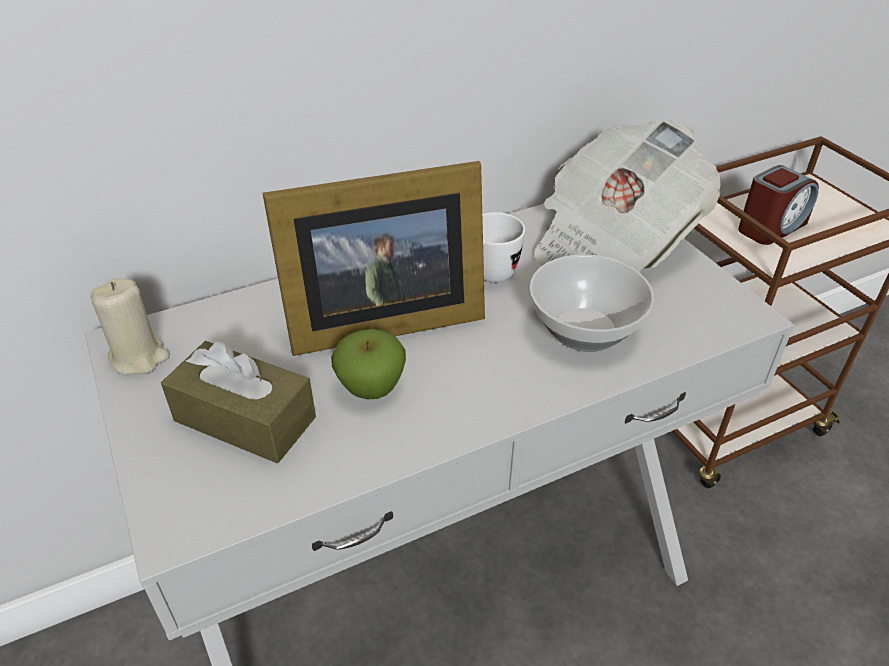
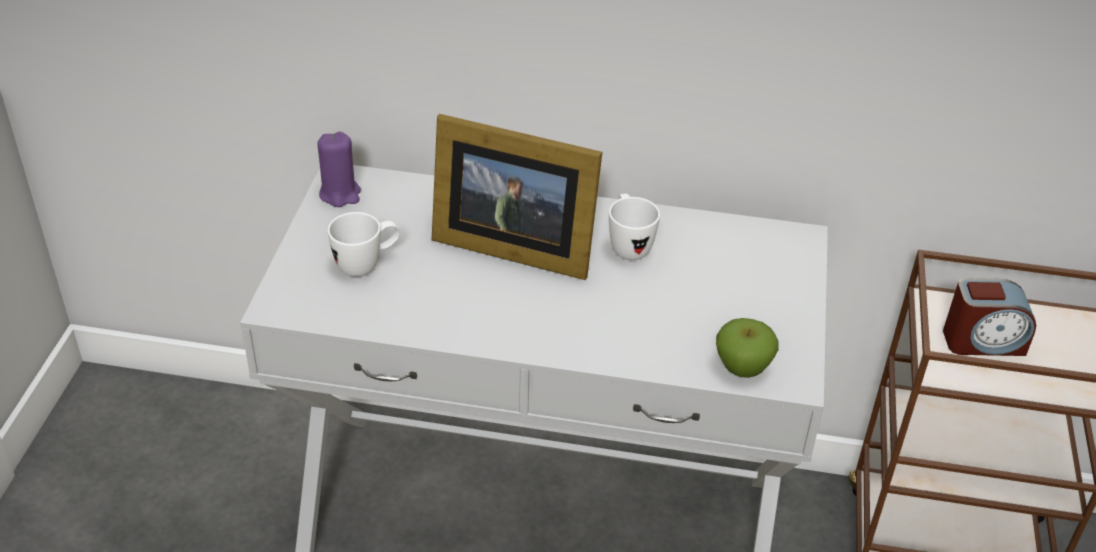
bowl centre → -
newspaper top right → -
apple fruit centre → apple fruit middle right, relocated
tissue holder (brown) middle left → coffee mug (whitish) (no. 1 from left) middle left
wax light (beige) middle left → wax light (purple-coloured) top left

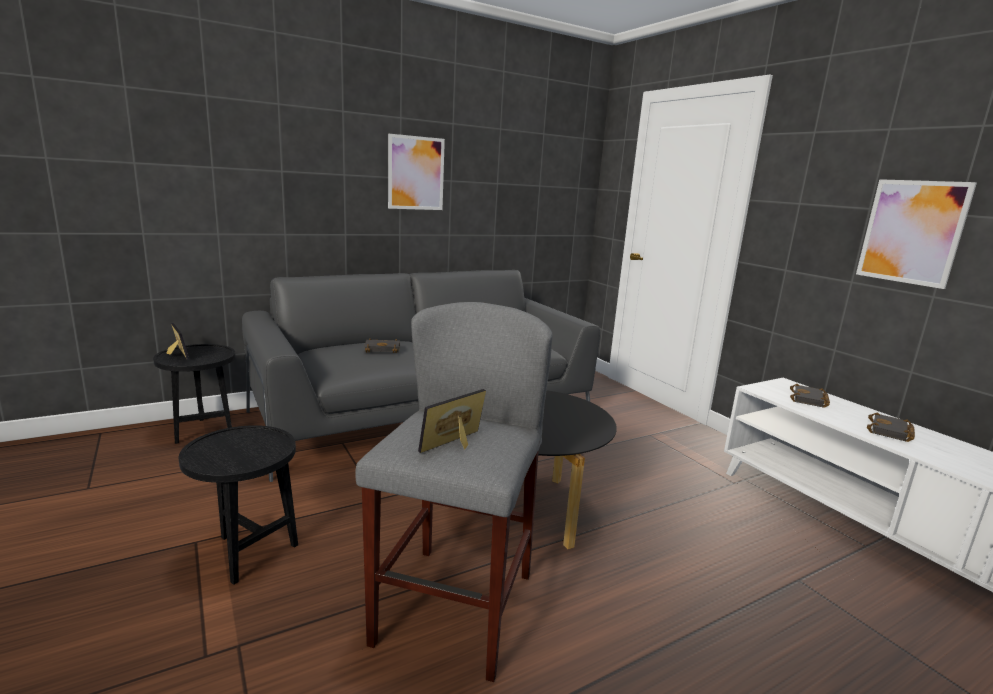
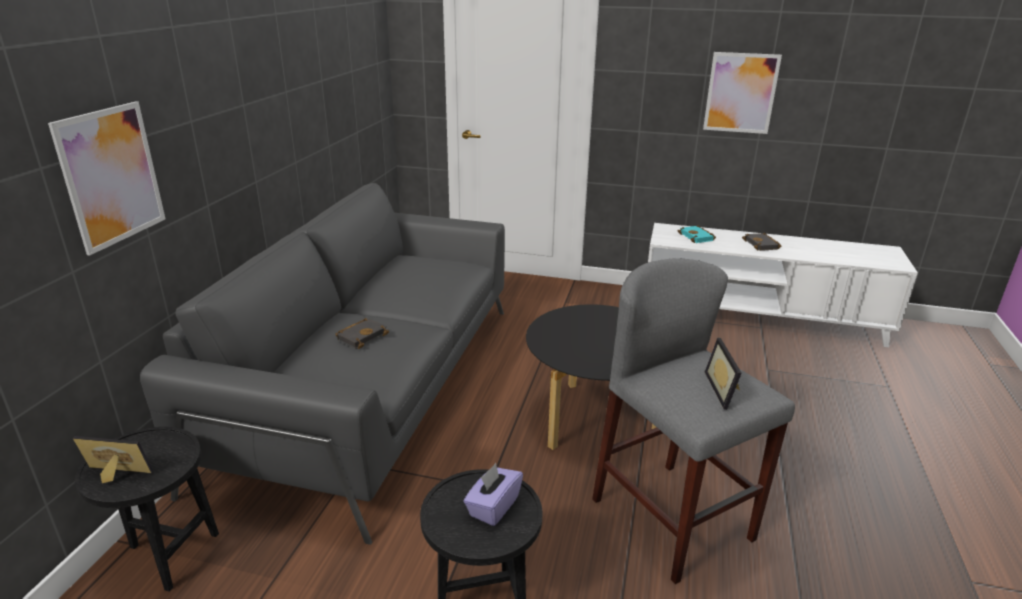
- → tissue holder (purple-coloured) bottom centre
wall picture (no. 1 from left) top centre → wall picture (no. 1 from left) top left, relocated
volume (blackish) (no. 2 from left) middle right → volume (turquoise-coloured) middle right

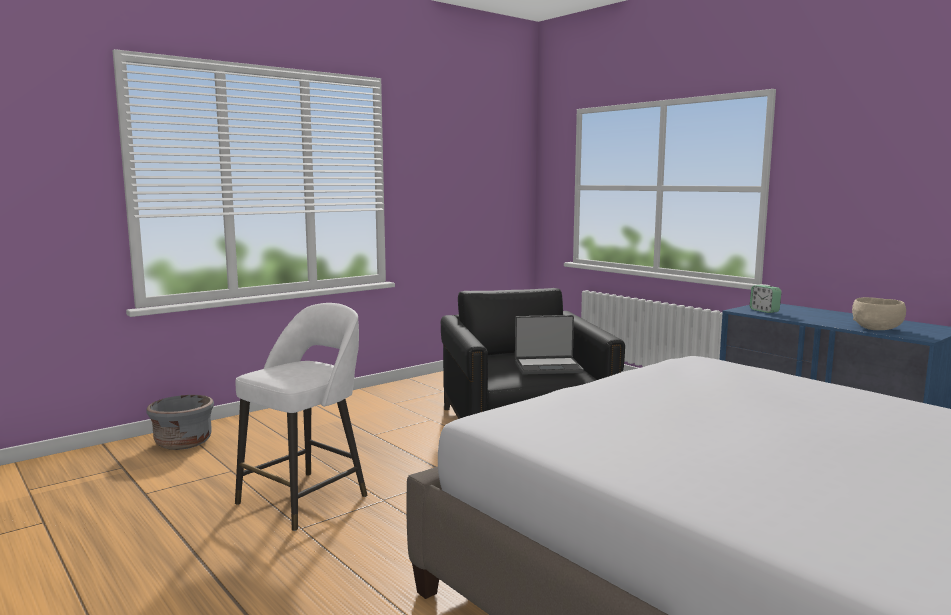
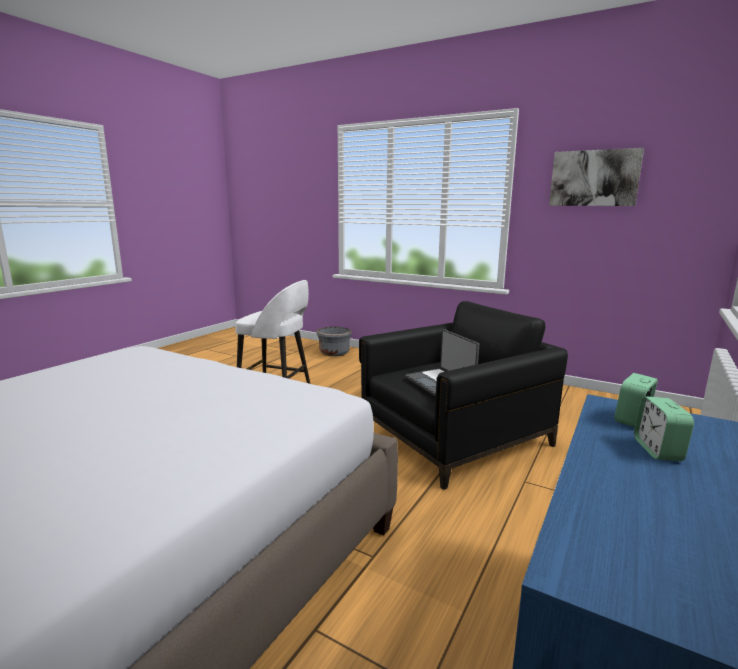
bowl (beige) middle right → -
- → wall picture top right
- → table clock (no. 2 from left) middle right

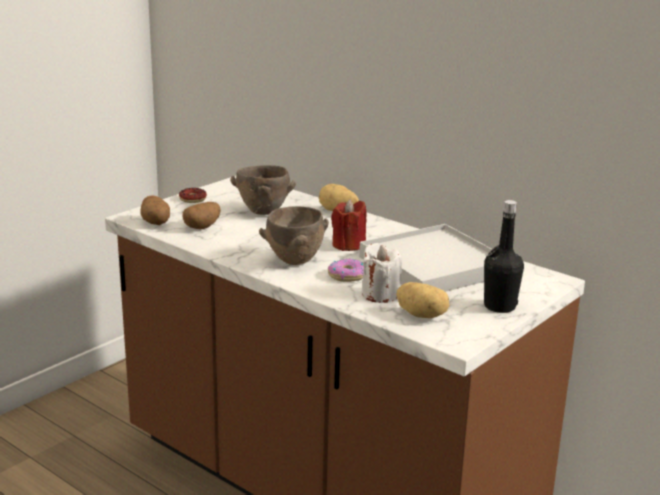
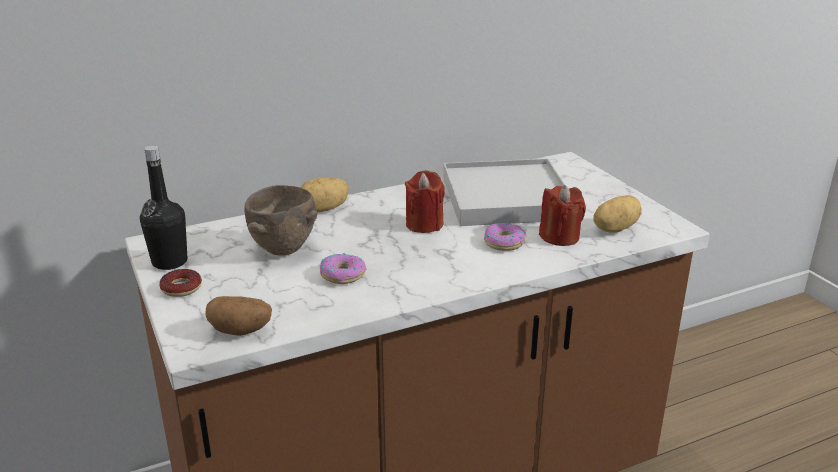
spud (no. 2 from left) middle left → -
bowl (brown) (no. 2 from left) centre → -
- → ring doughnut (no. 2 from left) centre
beverage bottle (blackish) middle right → beverage bottle (blackish) middle left, relocated
wax light (whitish) centre → wax light (red-coloured) (no. 2 from left) middle right

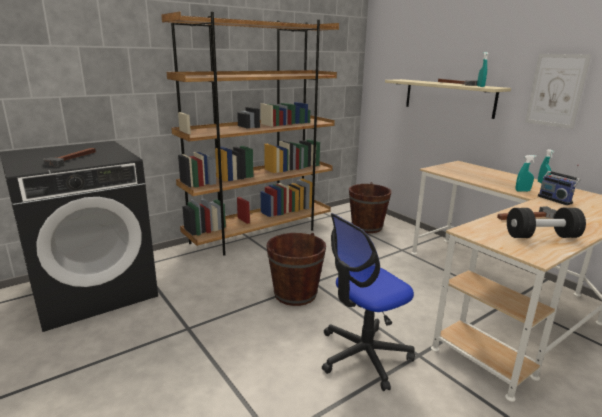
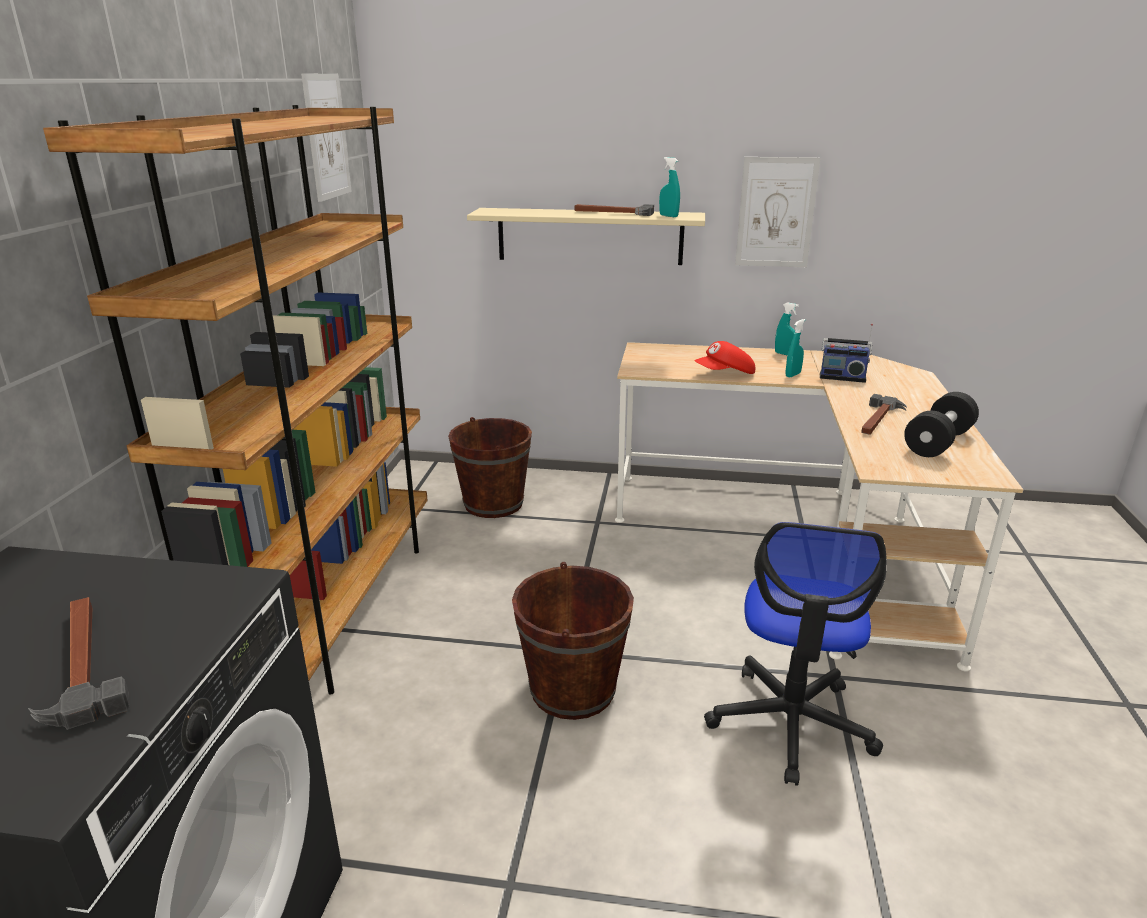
- → wall picture (no. 1 from left) top left
- → cap (red-coloured) centre

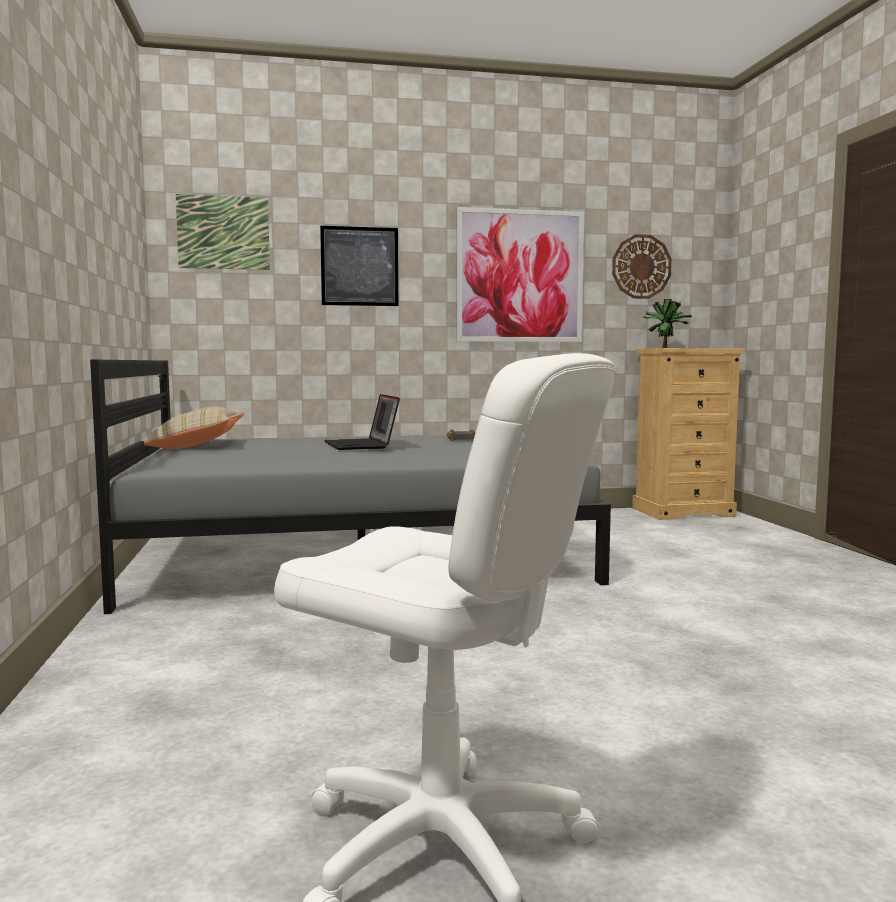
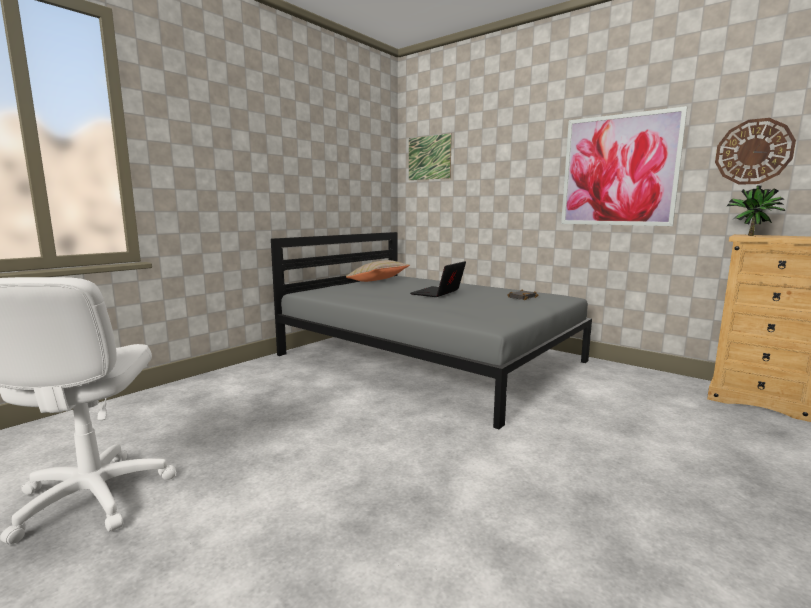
wall picture (no. 2 from left) top centre → -

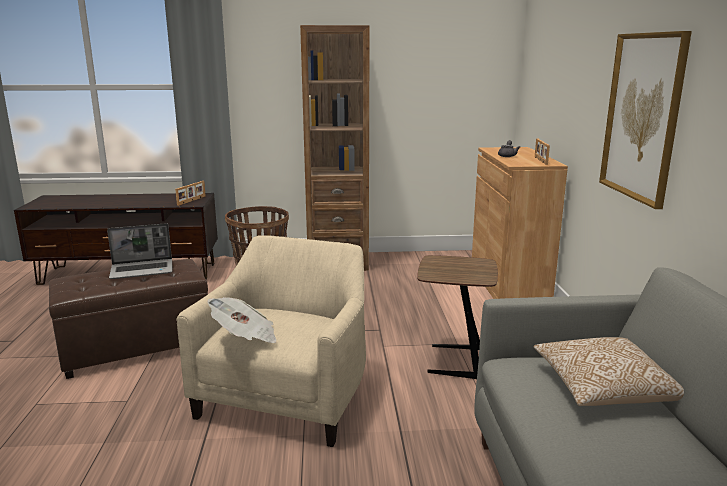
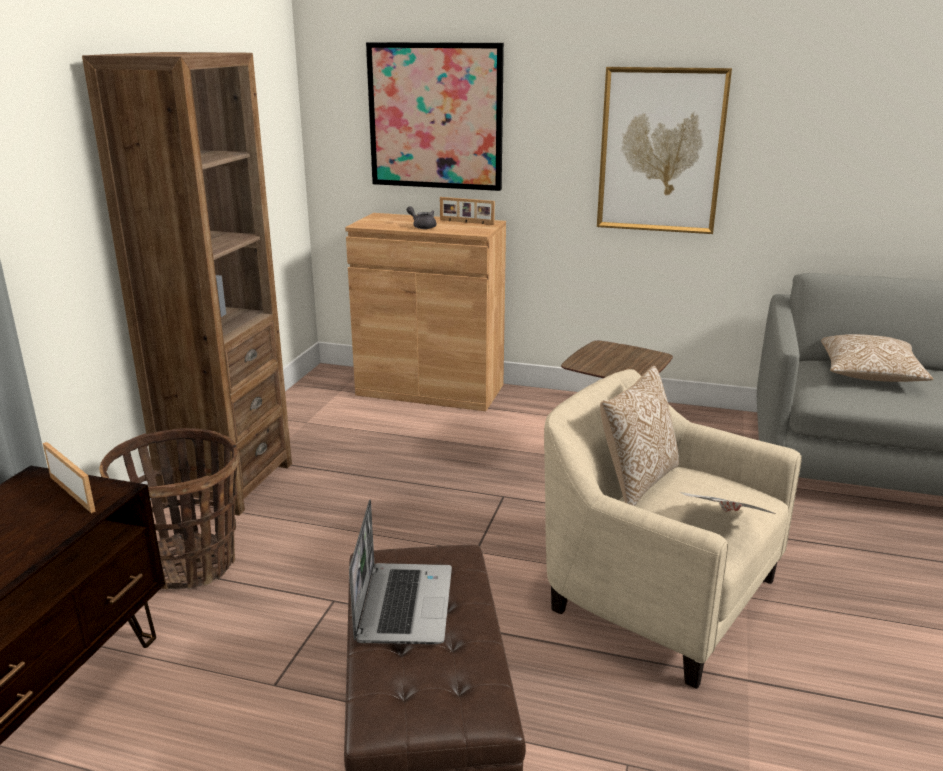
- → wall picture (no. 1 from left) top centre
- → cushion (no. 1 from left) middle right

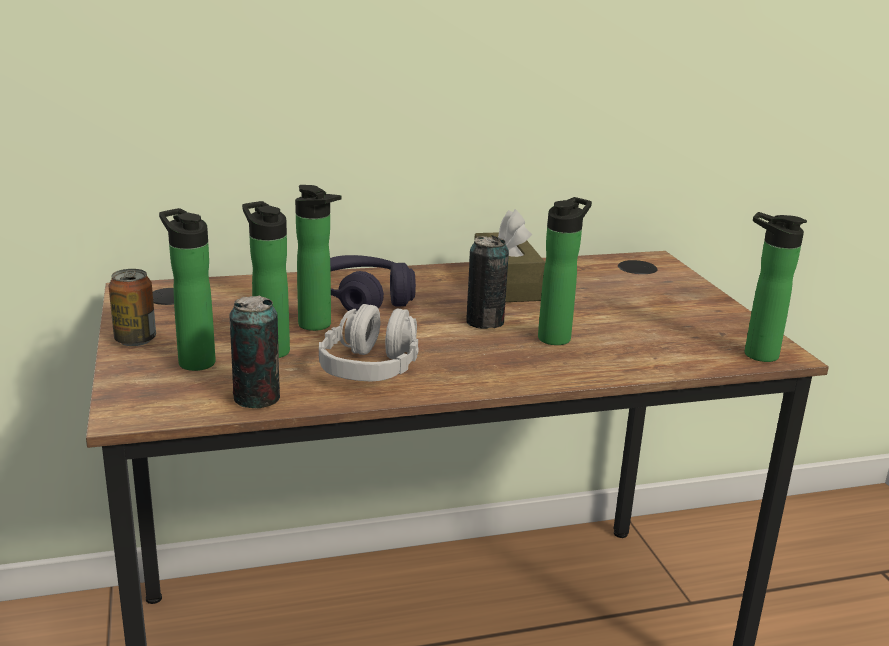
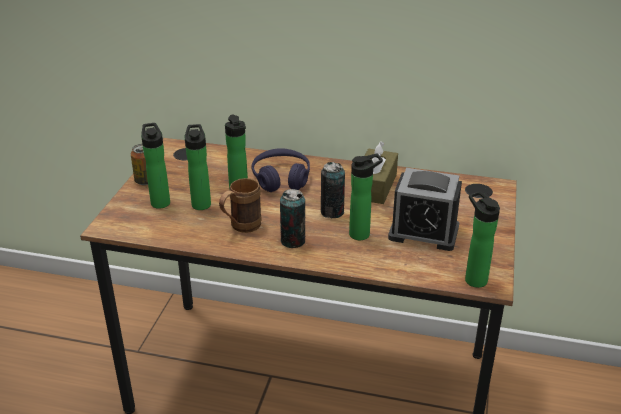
- → table clock middle right
sealed can (no. 2 from left) middle left → sealed can (no. 2 from left) centre, relocated
headphones (grey) centre → coffee mug (brown) centre

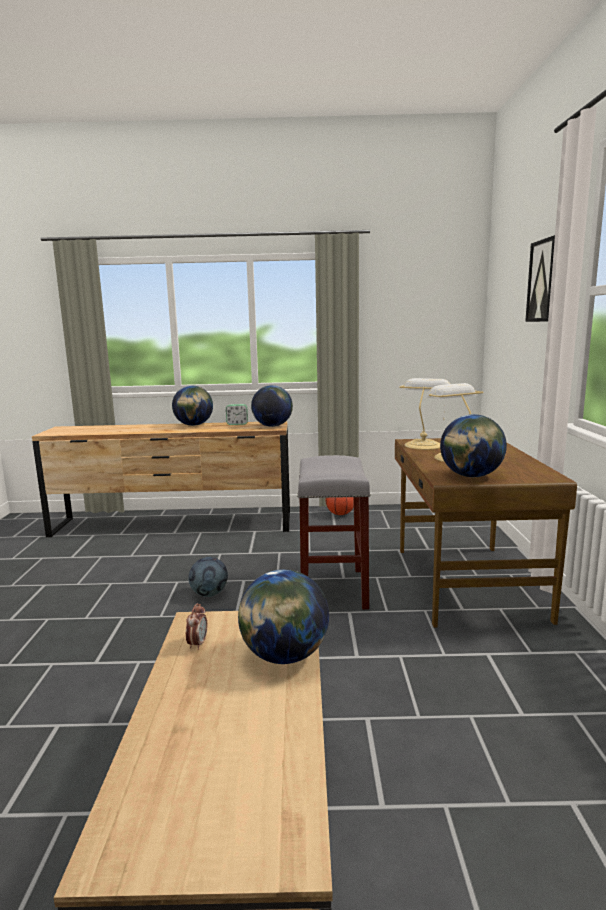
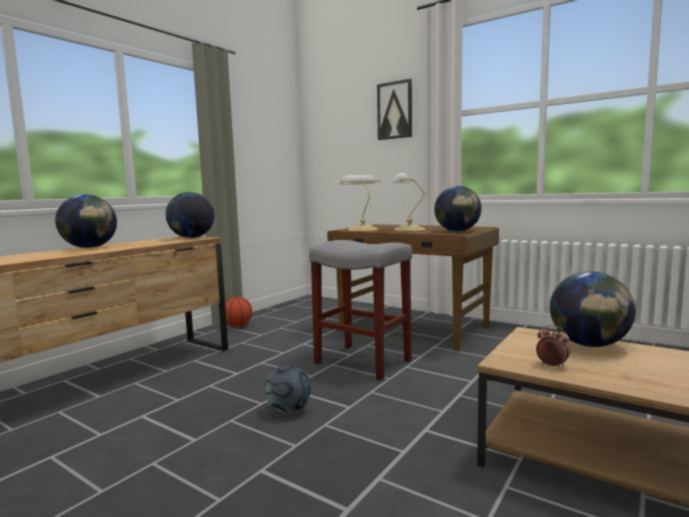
table clock (no. 2 from left) centre → -

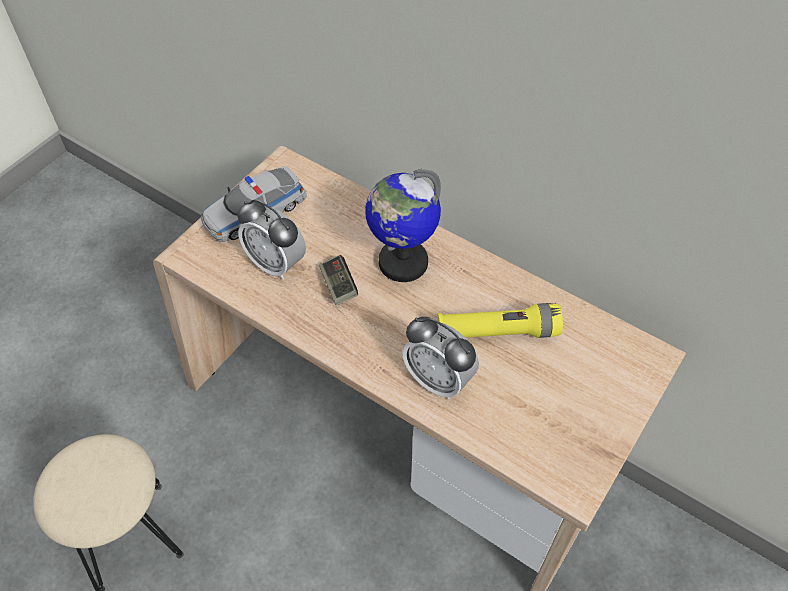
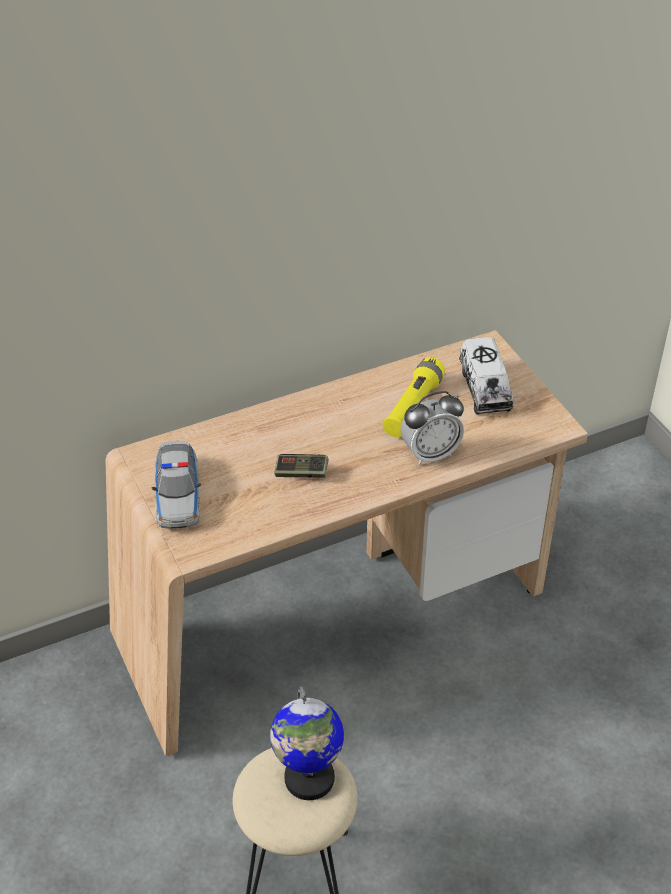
table clock (no. 1 from left) centre → -
- → model truck middle right
world globe centre → world globe bottom centre, relocated

